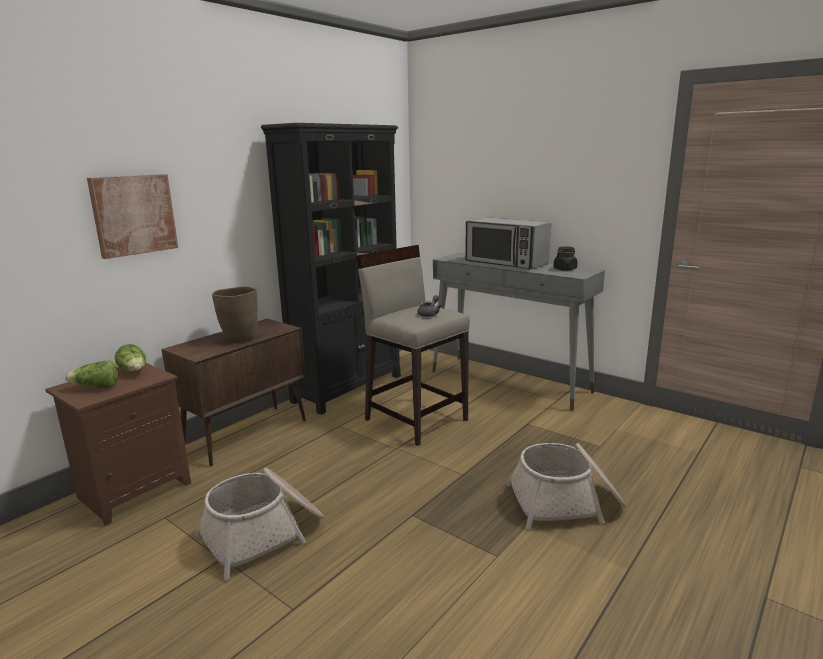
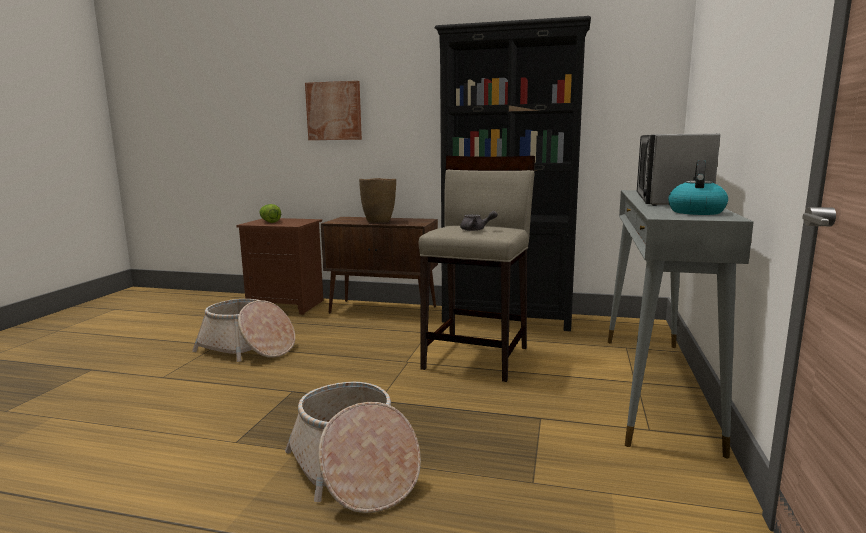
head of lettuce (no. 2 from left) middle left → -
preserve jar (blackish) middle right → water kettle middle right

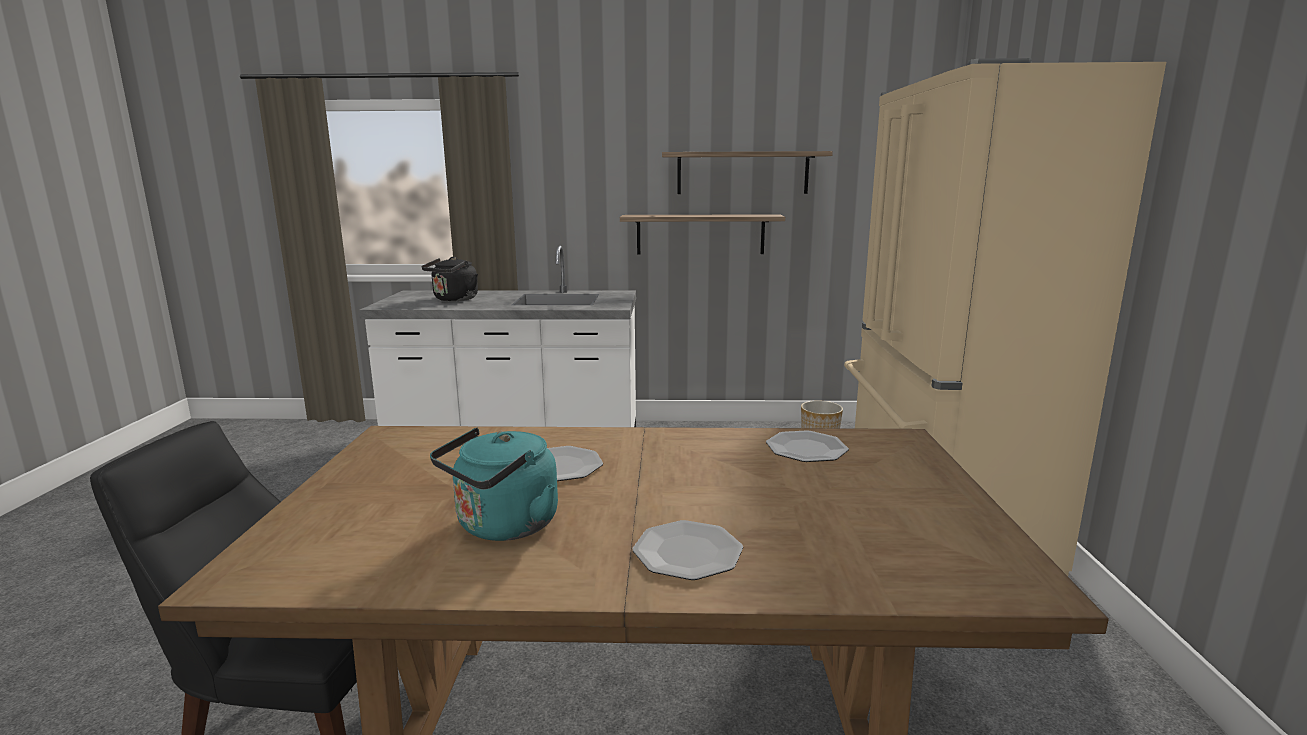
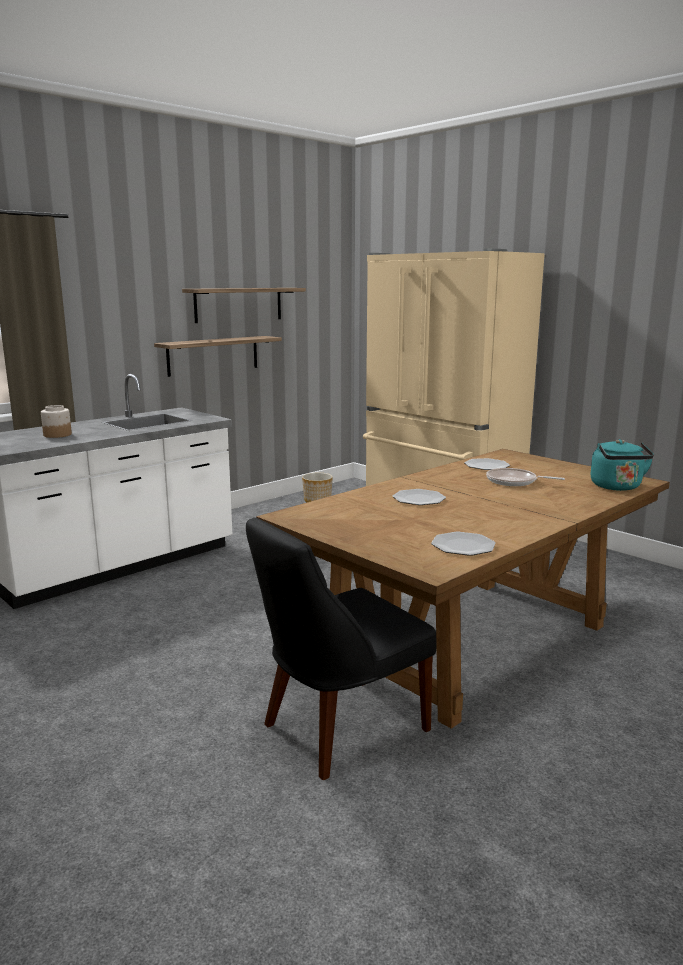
- → skillet middle right
water kettle (turquoise-coloured) centre → water kettle (turquoise-coloured) middle right, relocated
plate (no. 2 from left) bottom centre → plate (no. 2 from left) middle right, relocated
water kettle (blackish) centre → preserve jar middle left

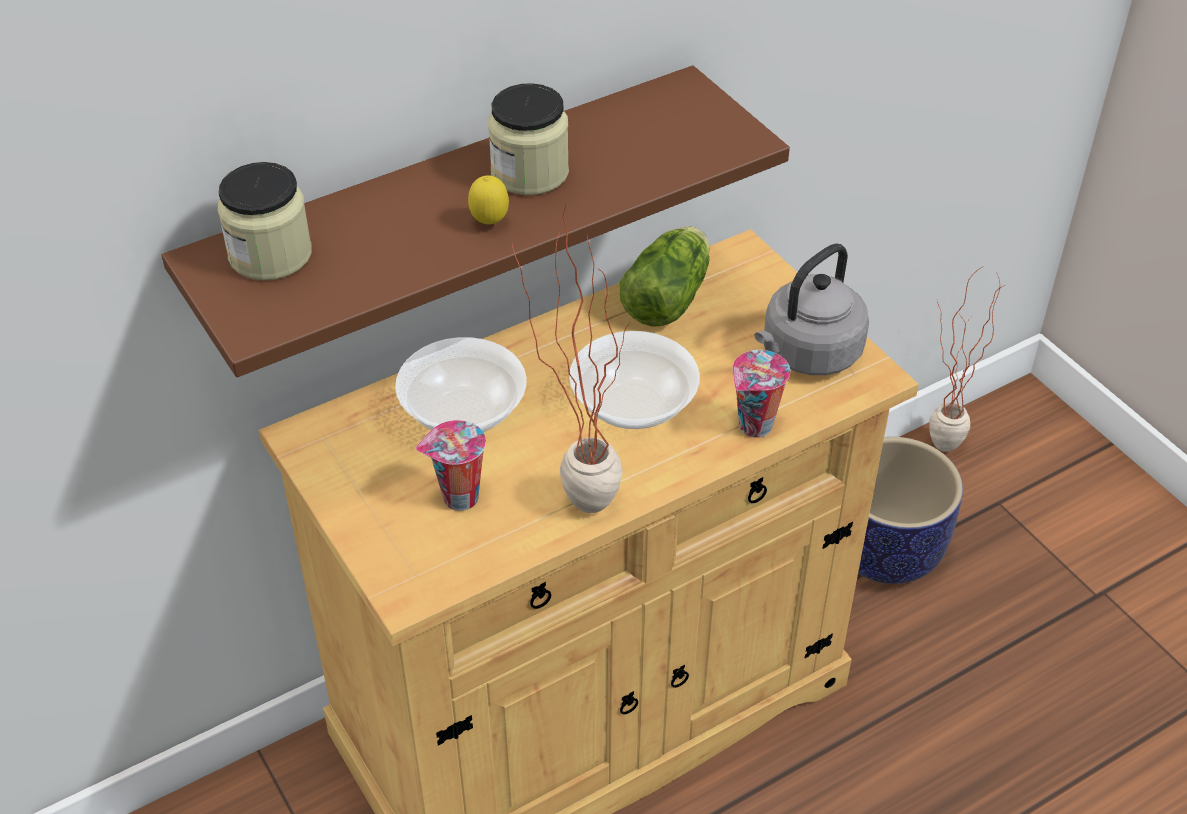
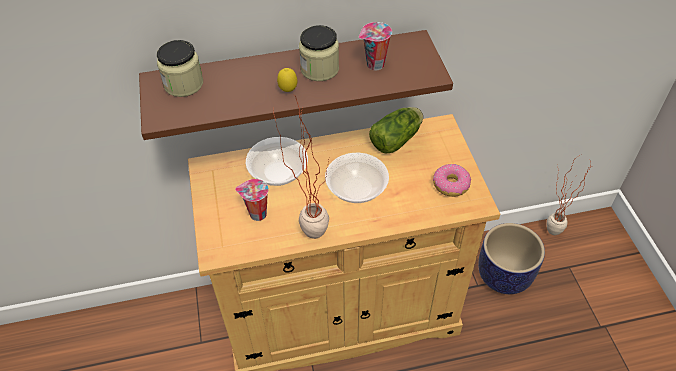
drinking cup (no. 2 from left) centre → drinking cup (no. 2 from left) top centre, relocated
water kettle (grey) middle right → ring doughnut middle right

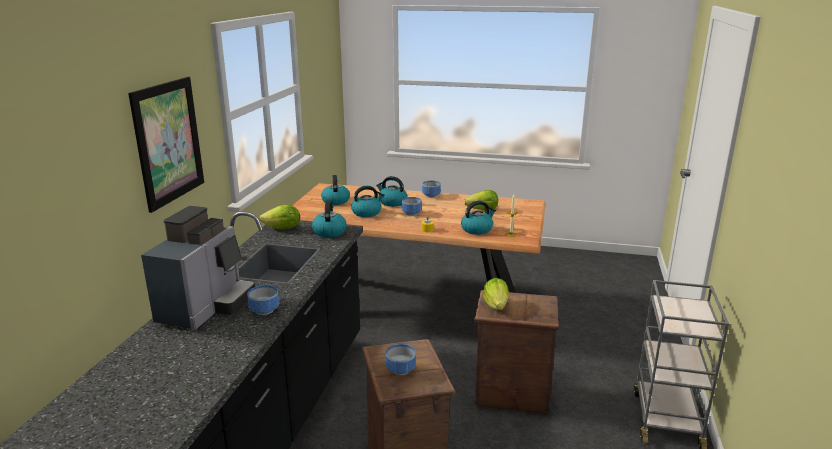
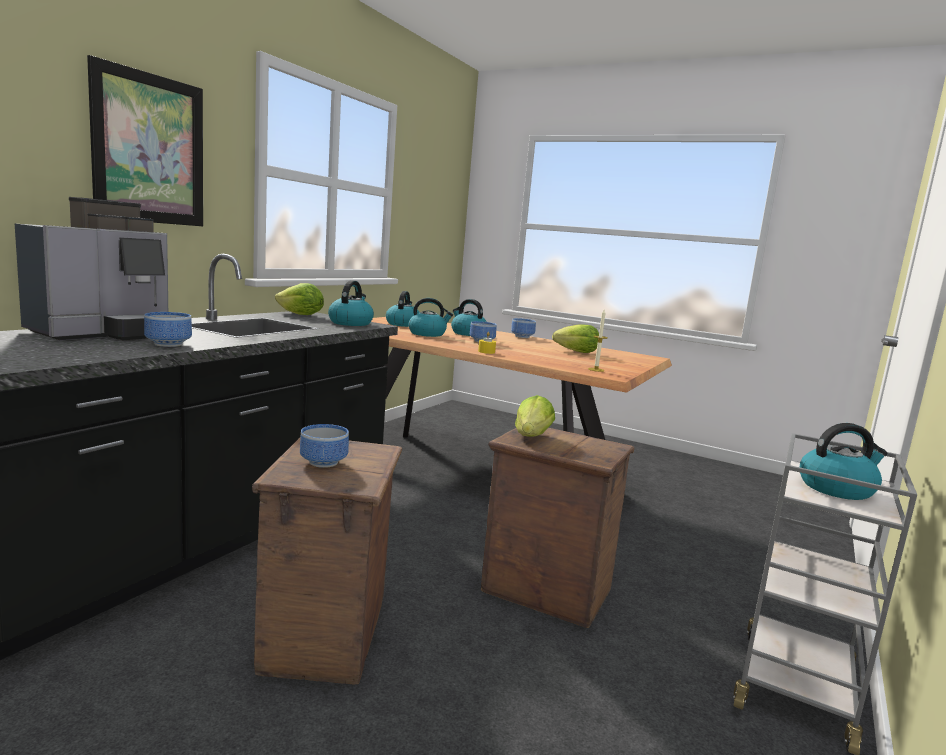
water kettle (no. 5 from left) centre → water kettle (no. 5 from left) middle right, relocated

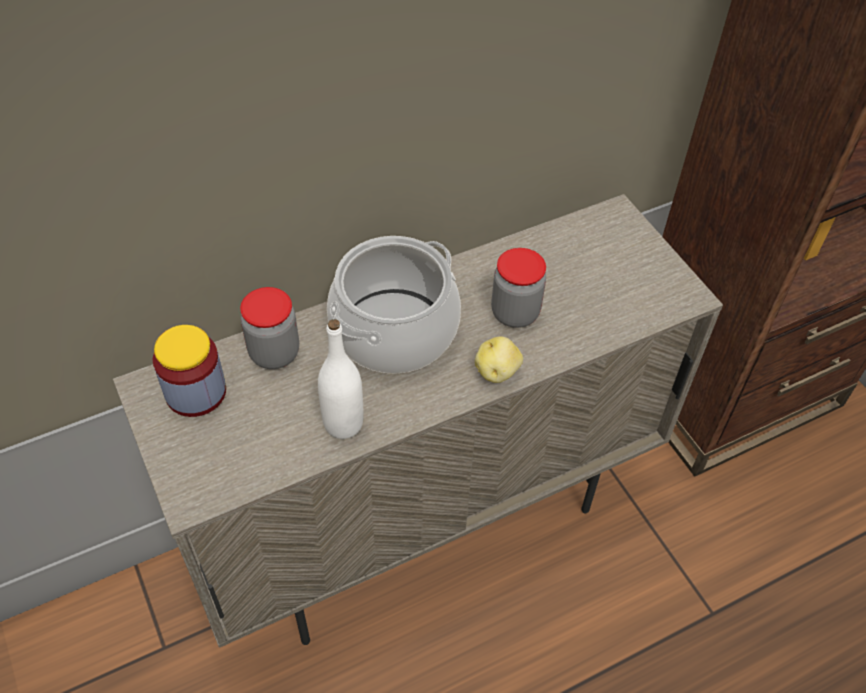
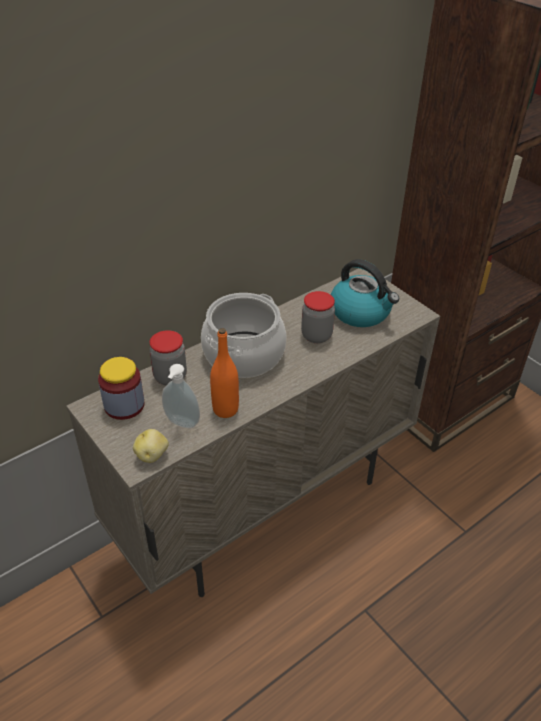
- → soap dispenser centre
- → water kettle middle right
spud centre → spud middle left, relocated
beverage bottle (whitish) centre → beverage bottle (orange-coloured) centre

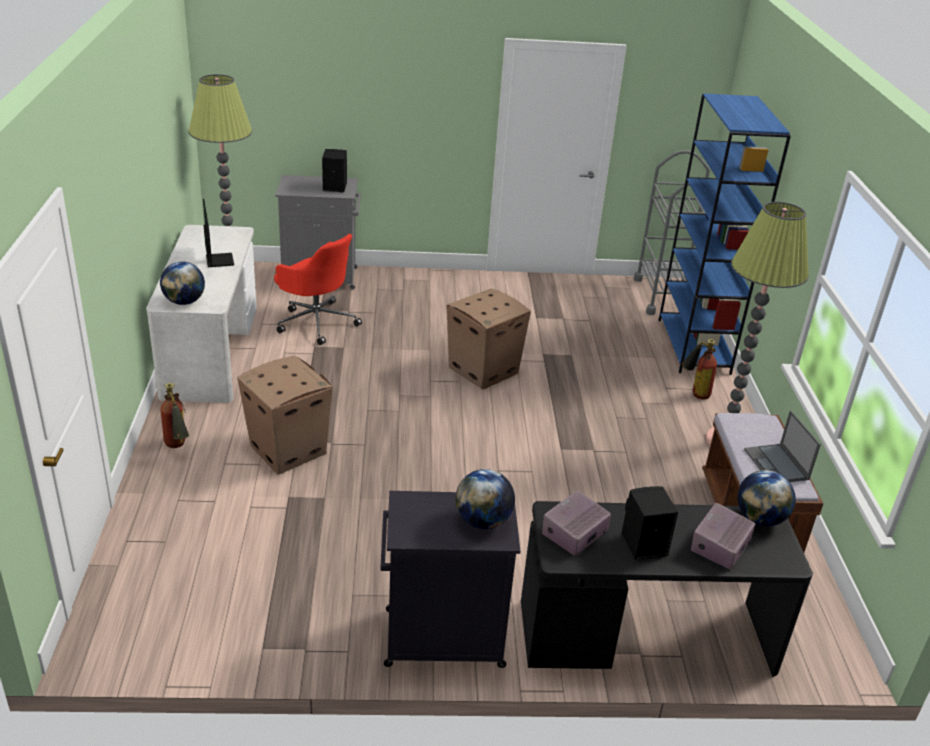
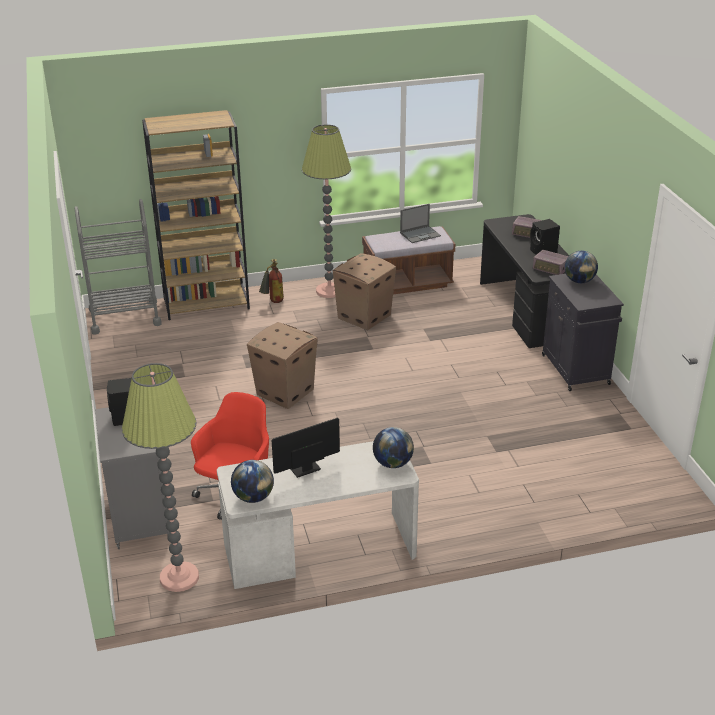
fire-fighting cylinder (no. 1 from left) middle left → -
packing box (no. 1 from left in the first image) middle left → packing box (no. 2 from left) centre, relocated
world globe (no. 3 from left in the first image) bottom right → world globe (no. 1 from left) bottom centre, relocated
shelving unit (blue) top right → shelving unit (brown) top left

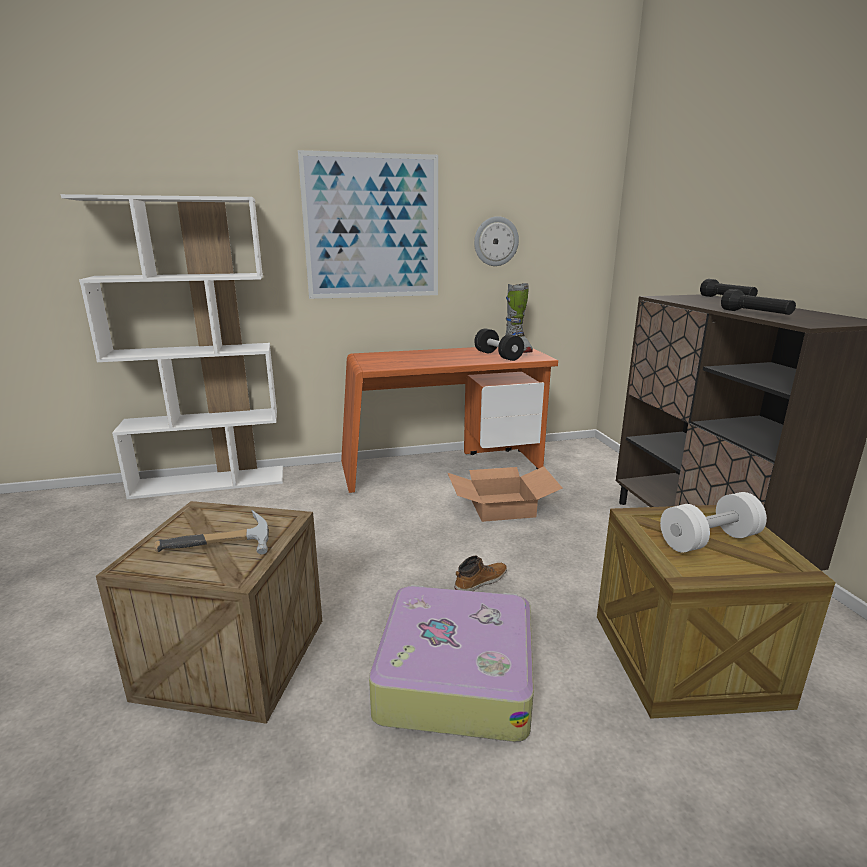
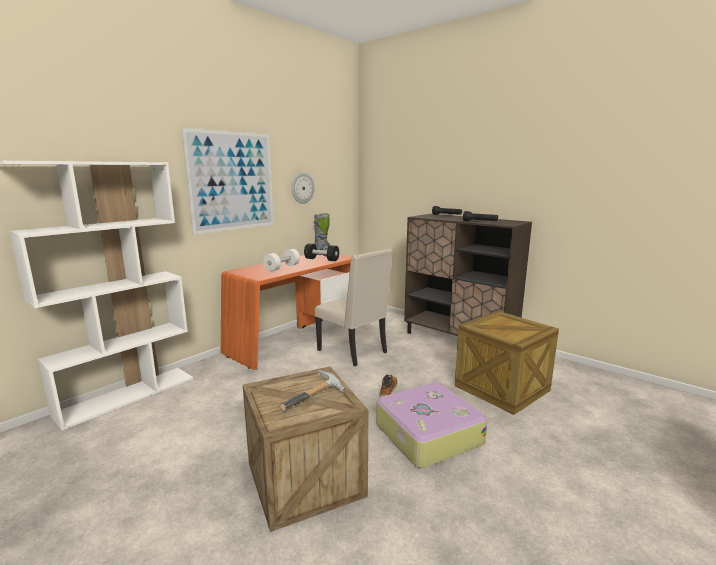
hand weight (whitish) middle right → hand weight (whitish) centre, relocated
packing box centre → chair (beige) centre

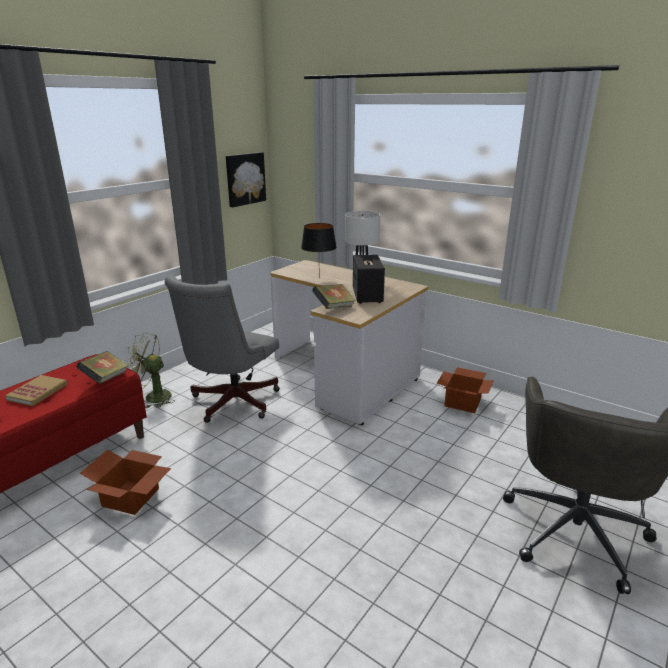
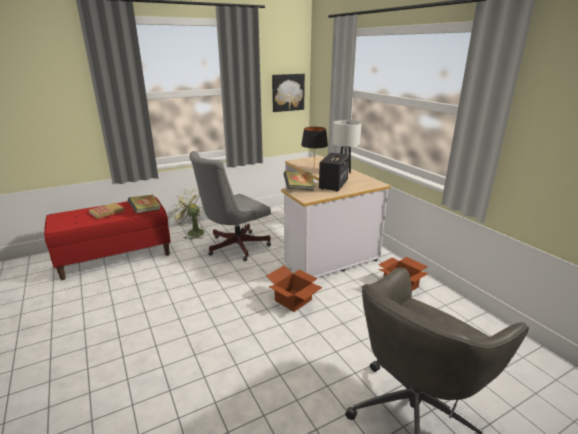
packing box (no. 1 from left) bottom left → packing box (no. 1 from left) centre, relocated

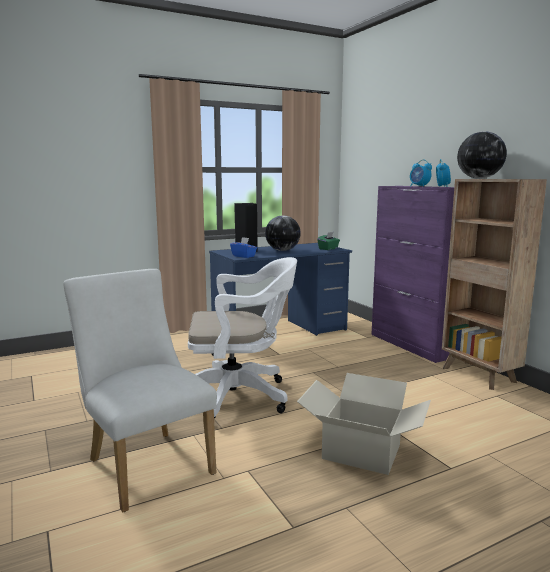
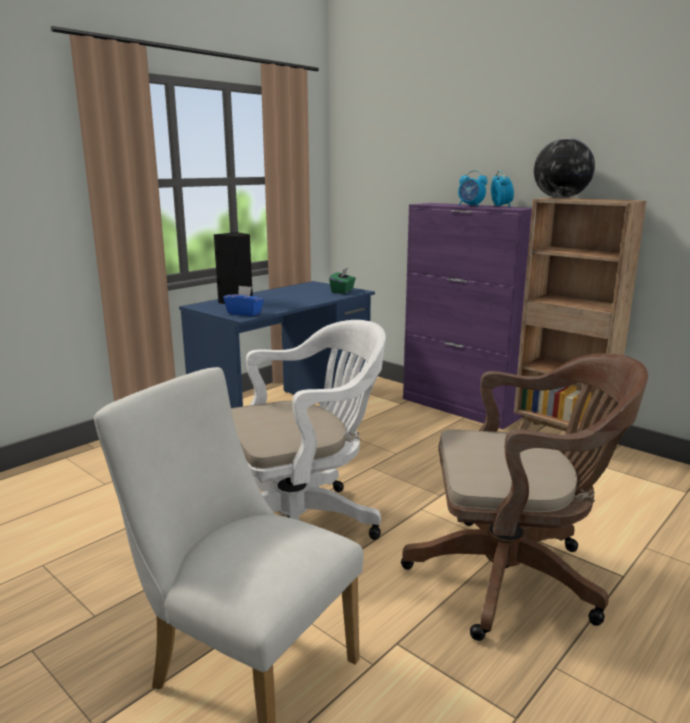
world globe (no. 1 from left) centre → -
packing box bottom centre → computer chair (brown) bottom right

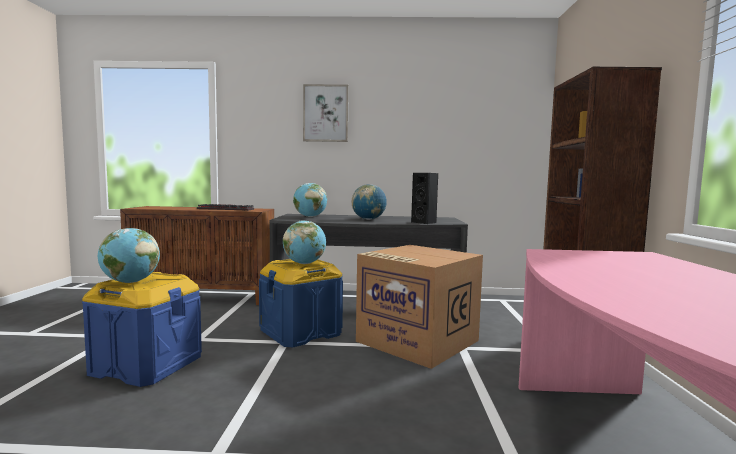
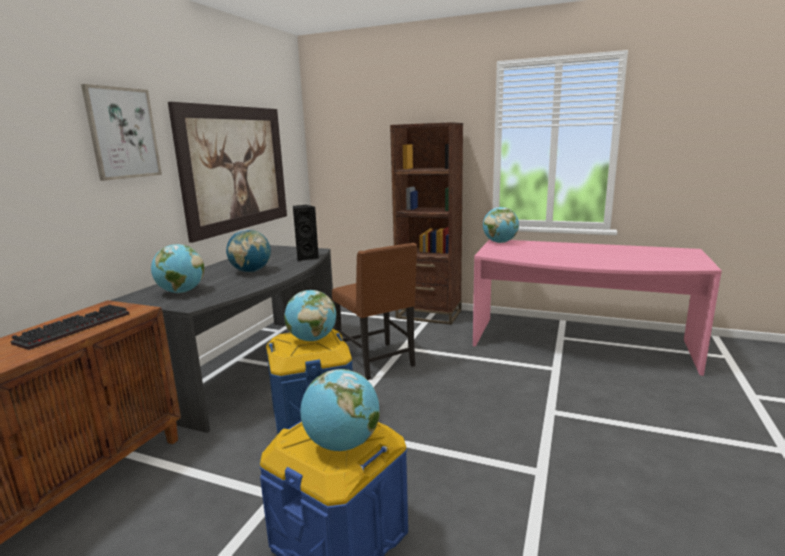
- → wall picture (no. 2 from left) top left
- → world globe (no. 5 from left) centre
packing box bottom centre → chair (brown) centre

